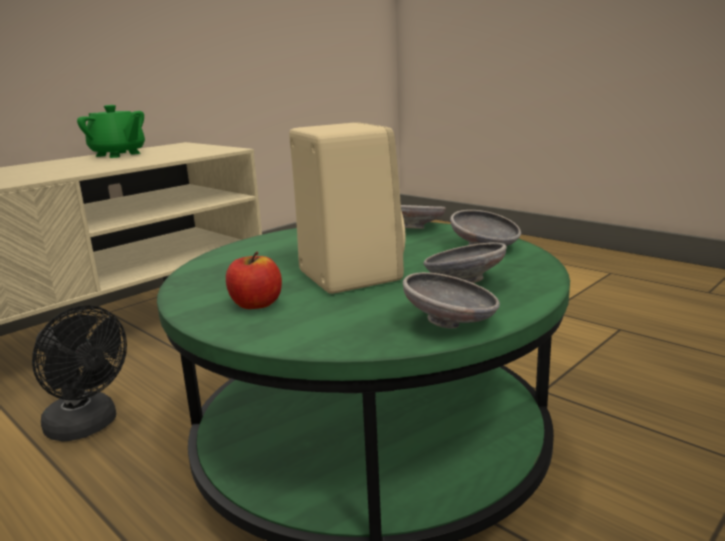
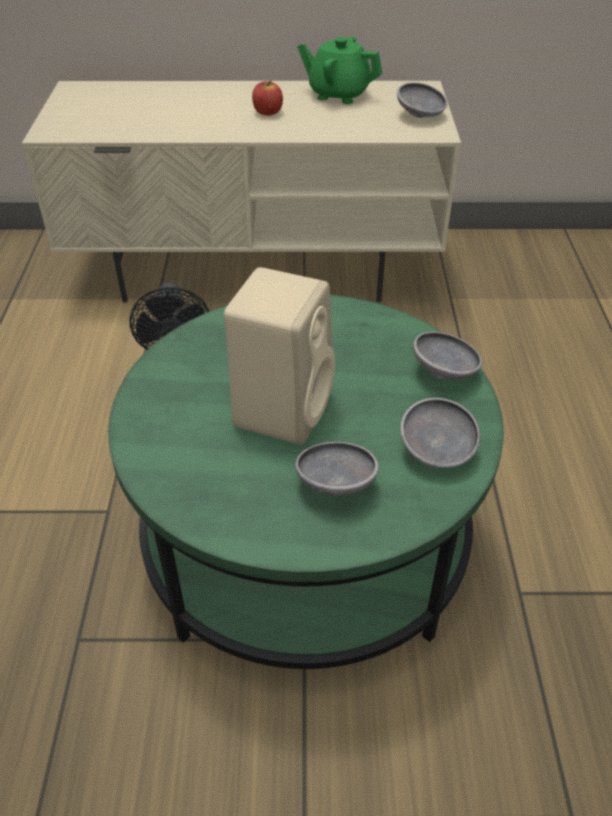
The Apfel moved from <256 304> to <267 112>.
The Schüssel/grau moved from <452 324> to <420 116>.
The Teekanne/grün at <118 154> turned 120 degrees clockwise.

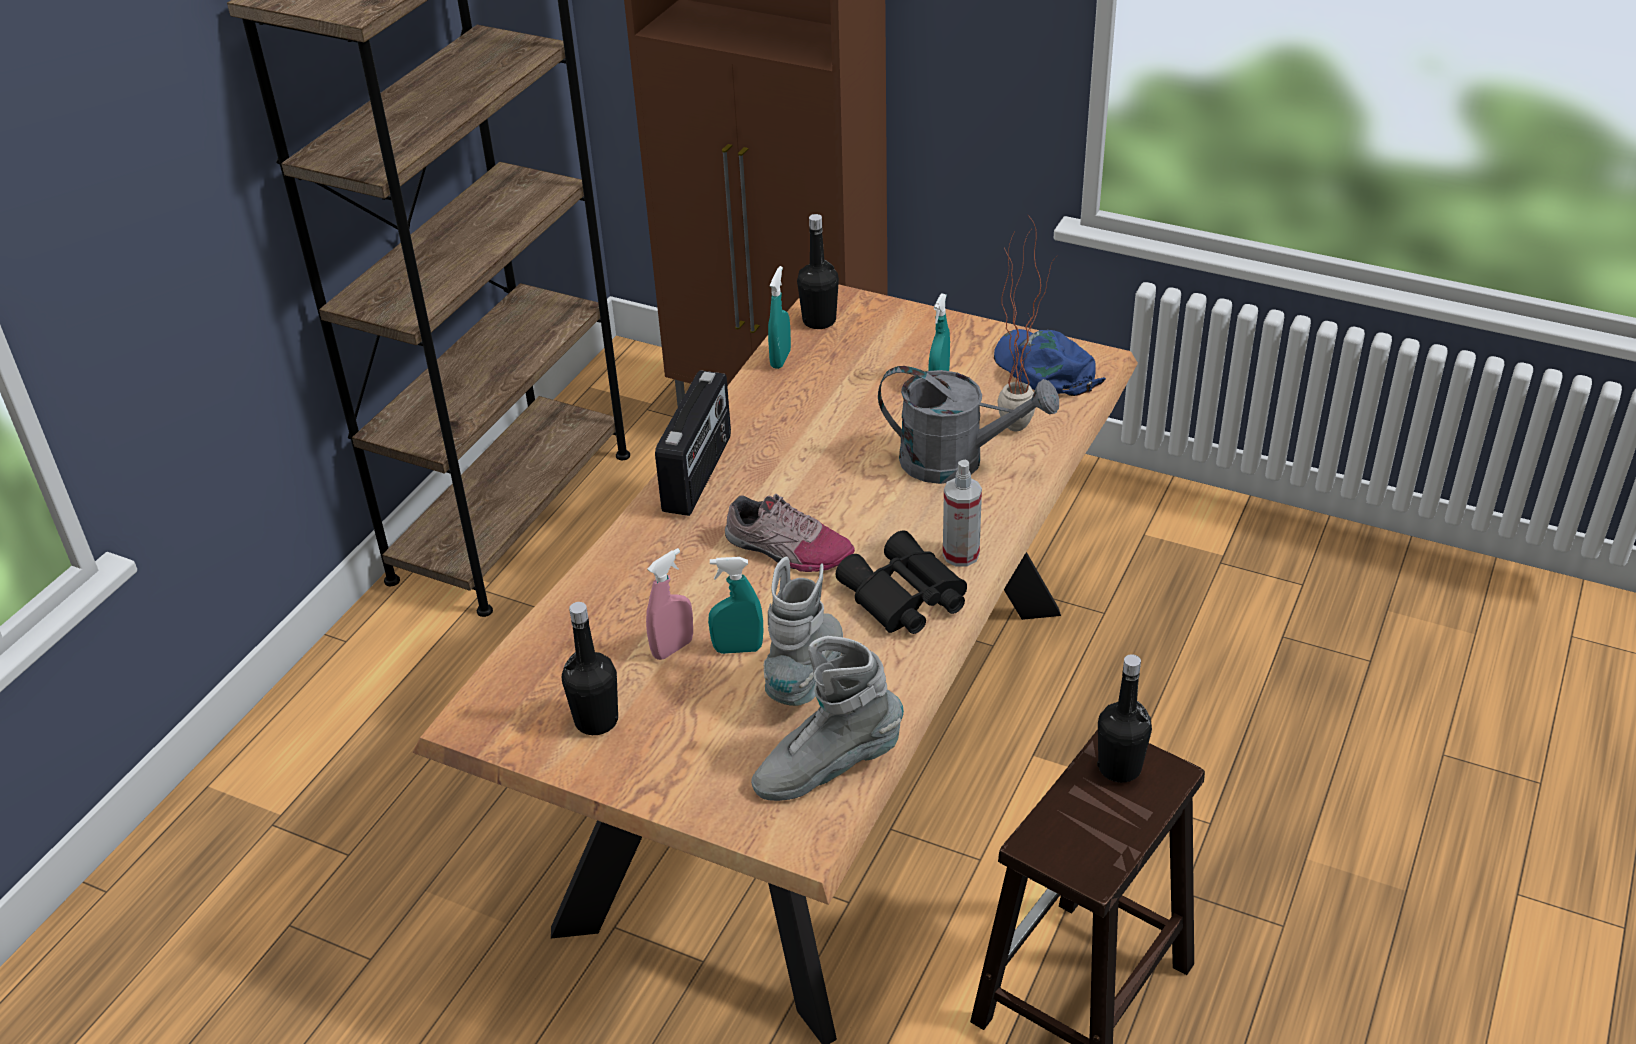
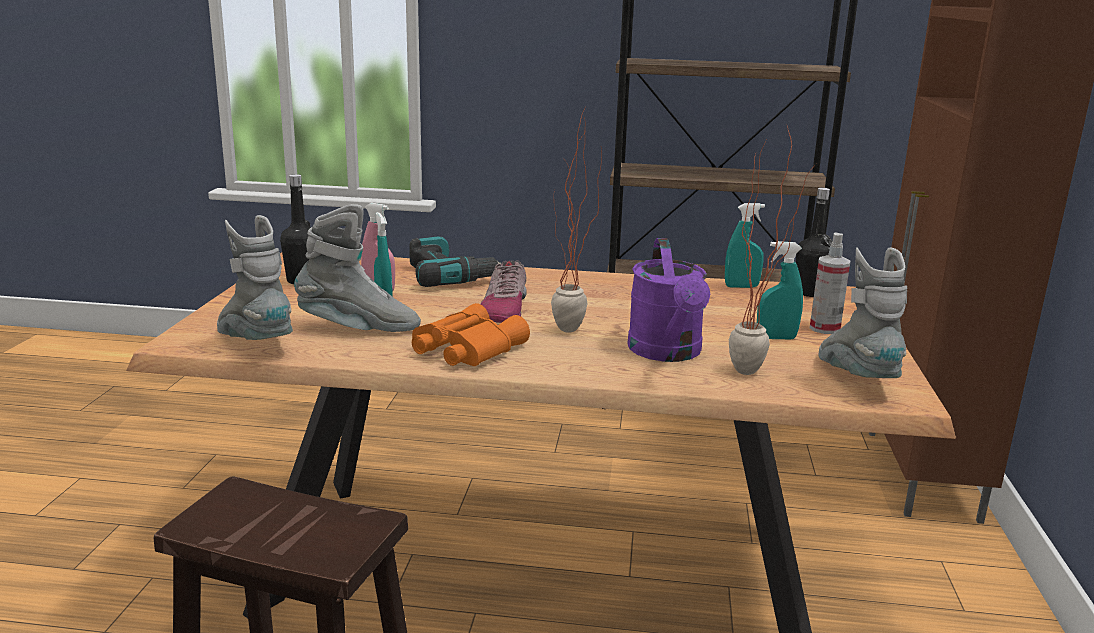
The Radio at <699 474> disappeared.
The Flasche/schwarz at <1119 768> disappeared.
The Bohrmaschine at <450 276> appeared.
The Topfpflanze at <570 334> appeared.
The Sprühflasche moved from <961 554> to <824 328>.
The Kappe/blau at <1045 369> was replaced by the Stiefel/grau at <856 377>.
The Fernglas/schwarz at <903 598> became the Fernglas/orange at <464 349>.
The Gießkanne/grau at <957 461> became the Gießkanne/lila at <668 353>.

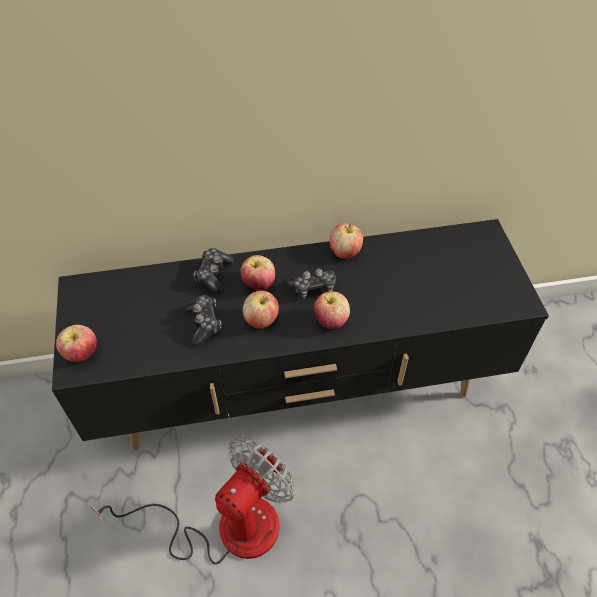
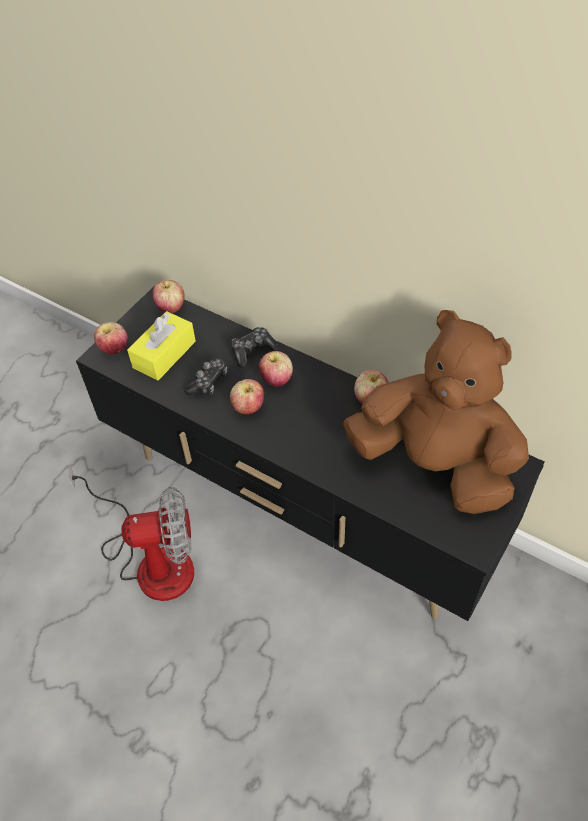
The Gamepad at <313 287> disappeared.
The Taschentuchbox/gelb at <164 354> appeared.
The Plüschtier/braun at <435 464> appeared.
The Apfel moved from <331 321> to <171 307>.

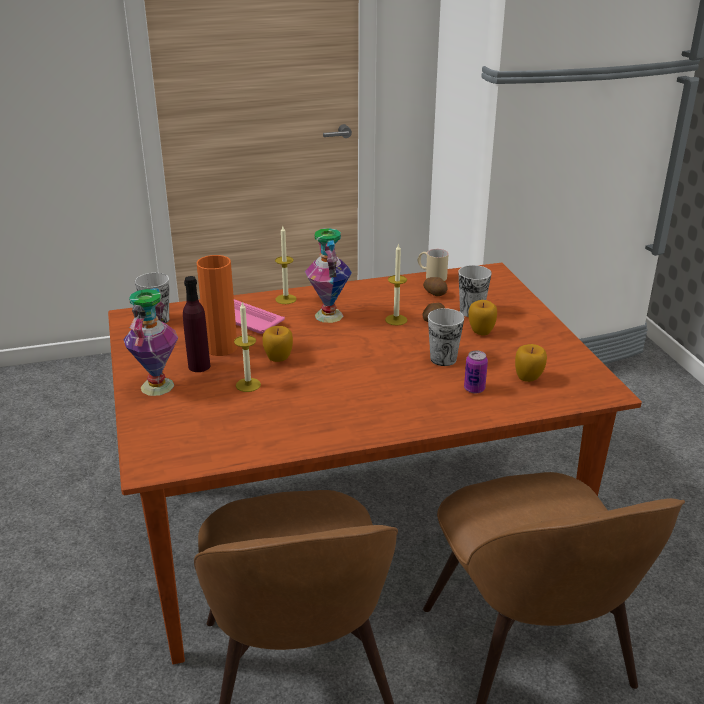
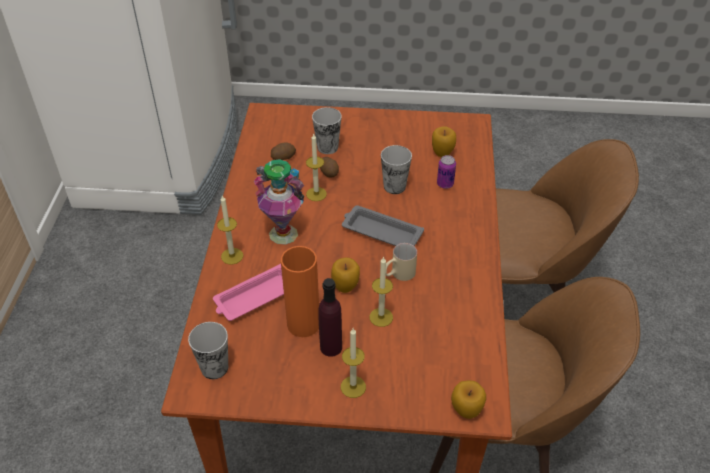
The Tablett/grau at <380 231> appeared.
The Henkelbecher/beige moved from <431 276> to <398 274>.
The Apfel moved from <481 332> to <466 411>.
The Vase at <156 386> was replaced by the Kerze at <353 387>.

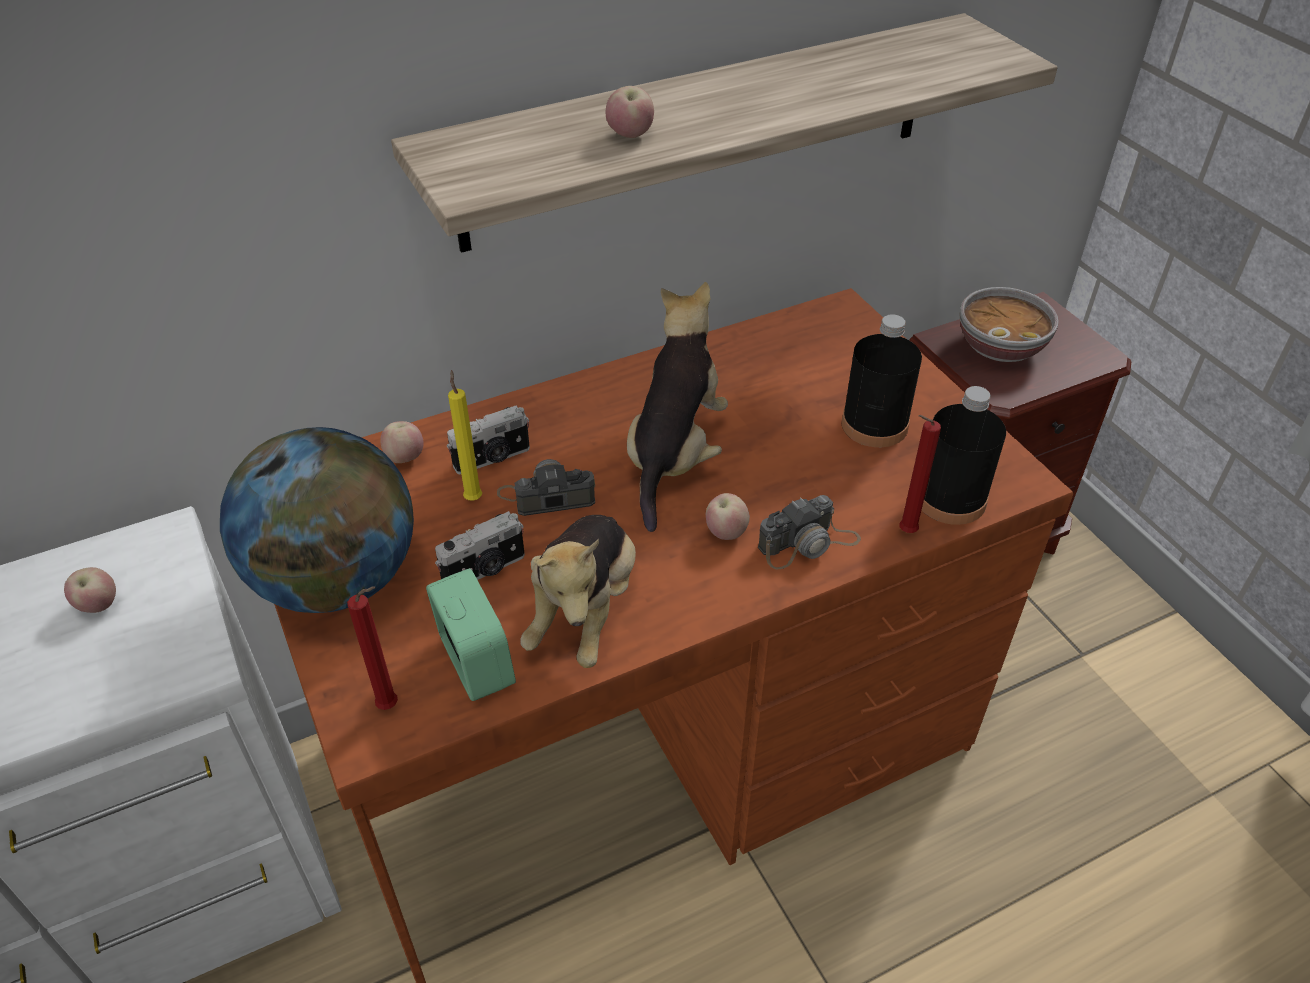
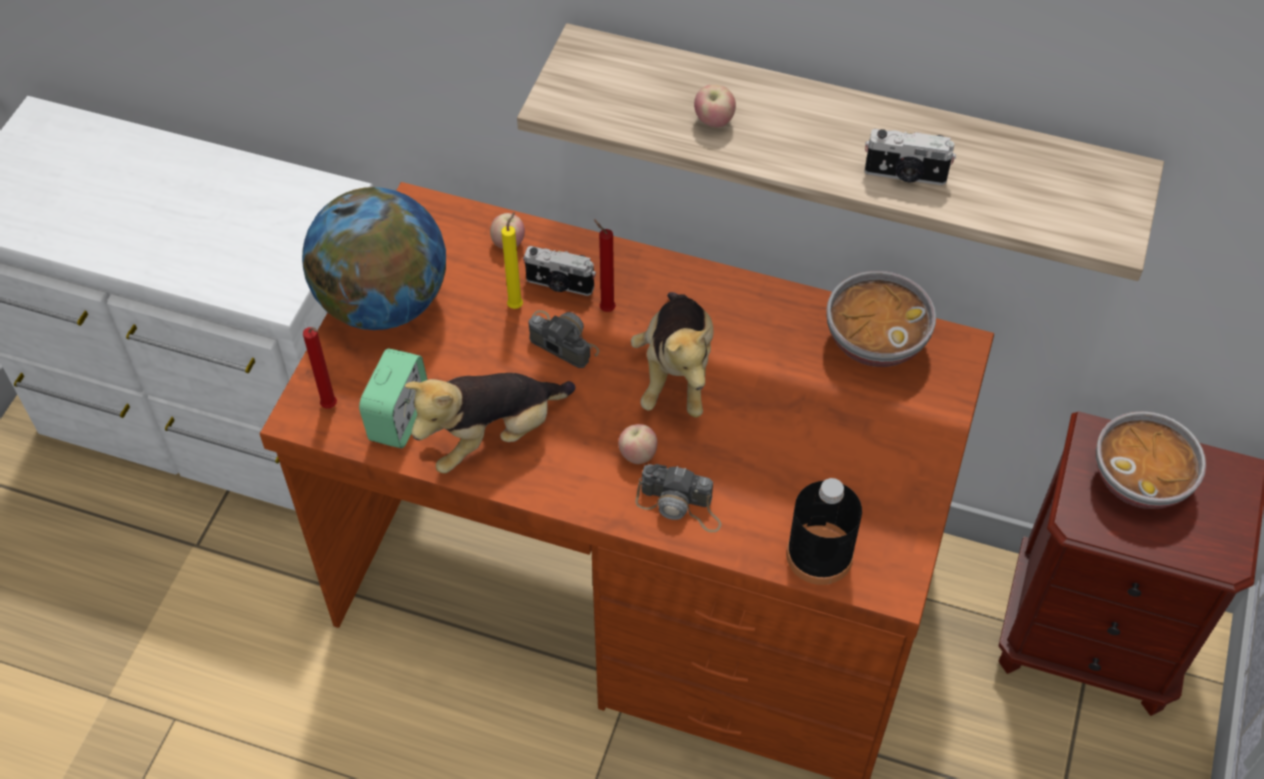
The Apfel at <99 605> disappeared.
The Flasche/schwarz at <874 425> disappeared.
The Schüssel at <874 340> appeared.
The Kamera moved from <485 570> to <905 175>.
The Kerze/rot moved from <904 532> to <605 308>.
The Plüschtier at <674 455> turned 120 degrees clockwise.

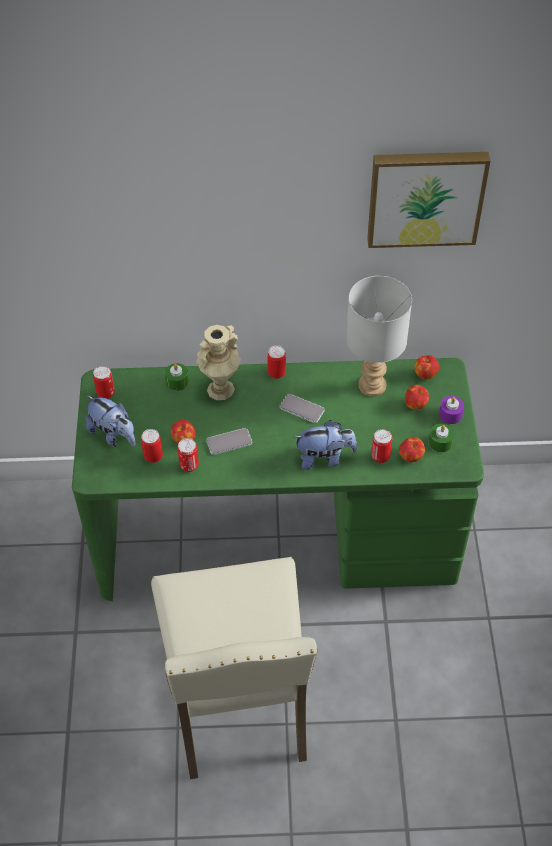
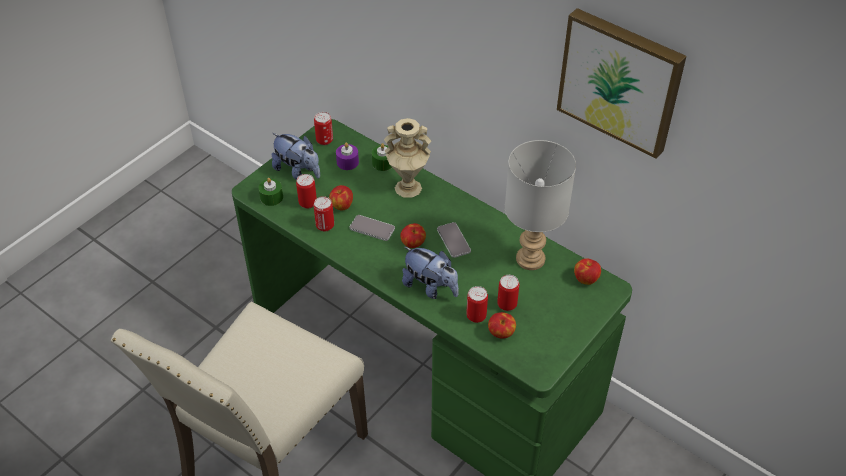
The Dose moved from <276 373> to <507 304>.
The Apfel moved from <415 404> to <413 244>.
The Kerze/grün moved from <440 442> to <271 197>.
The Kerze/lila moved from <450 414> to <347 162>.
The Plüschtier at <113 435> turned 45 degrees counterclockwise.

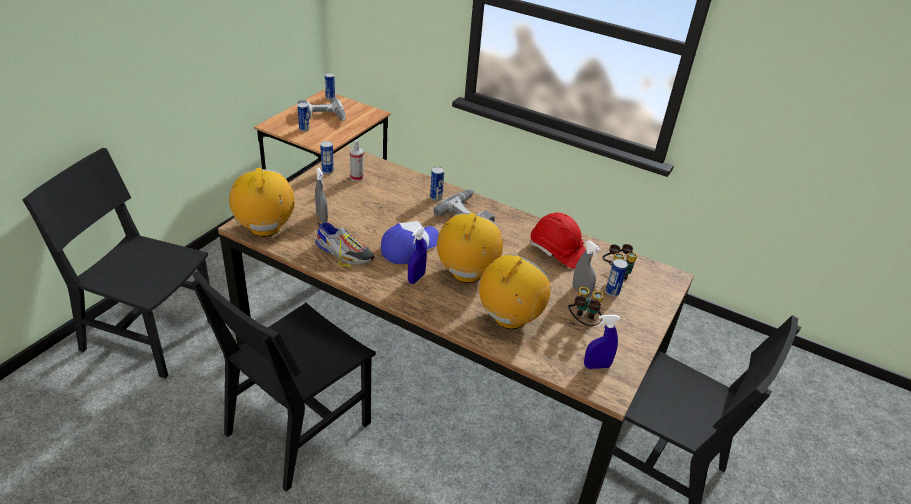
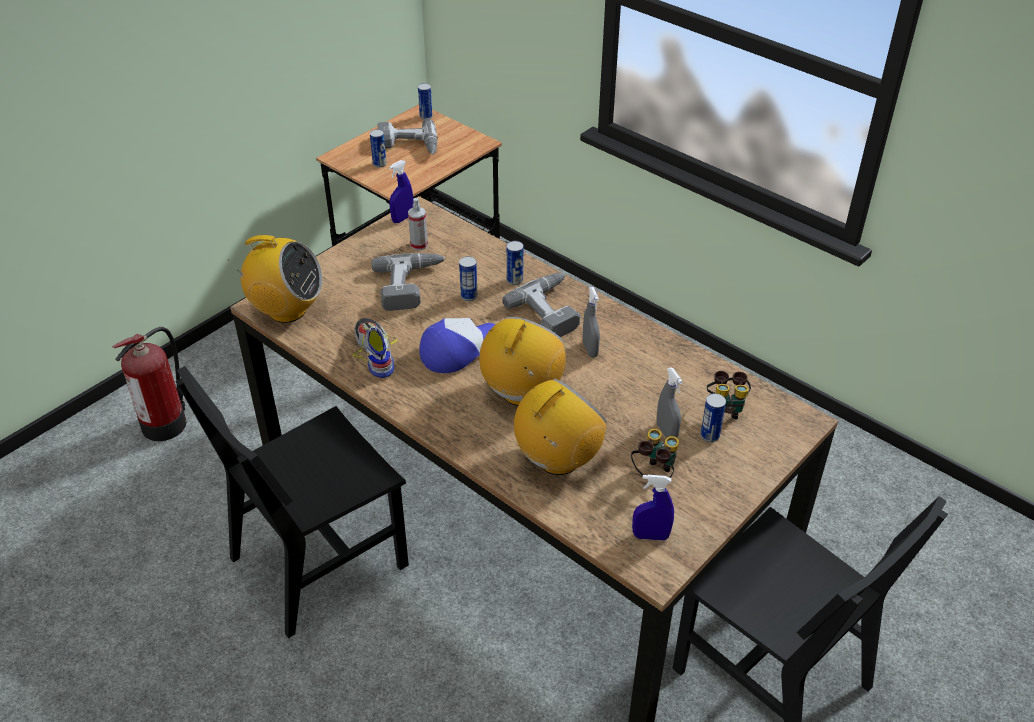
The Schutzhelm/rot at <557 251> disappeared.
The Bohrmaschine at <411 286> appeared.
The Sprühflasche/grau moved from <322 217> to <590 349>.
The Dose moved from <327 171> to <469 296>.
The Sprühflasche/blau moved from <416 278> to <402 218>.
The Stuhl/schwarz at <149 335> was replaced by the Feuerlöscher at <166 423>.
The Radio at <265 228> turned 105 degrees clockwise.
The Schuh at <344 252> turned 150 degrees counterclockwise.

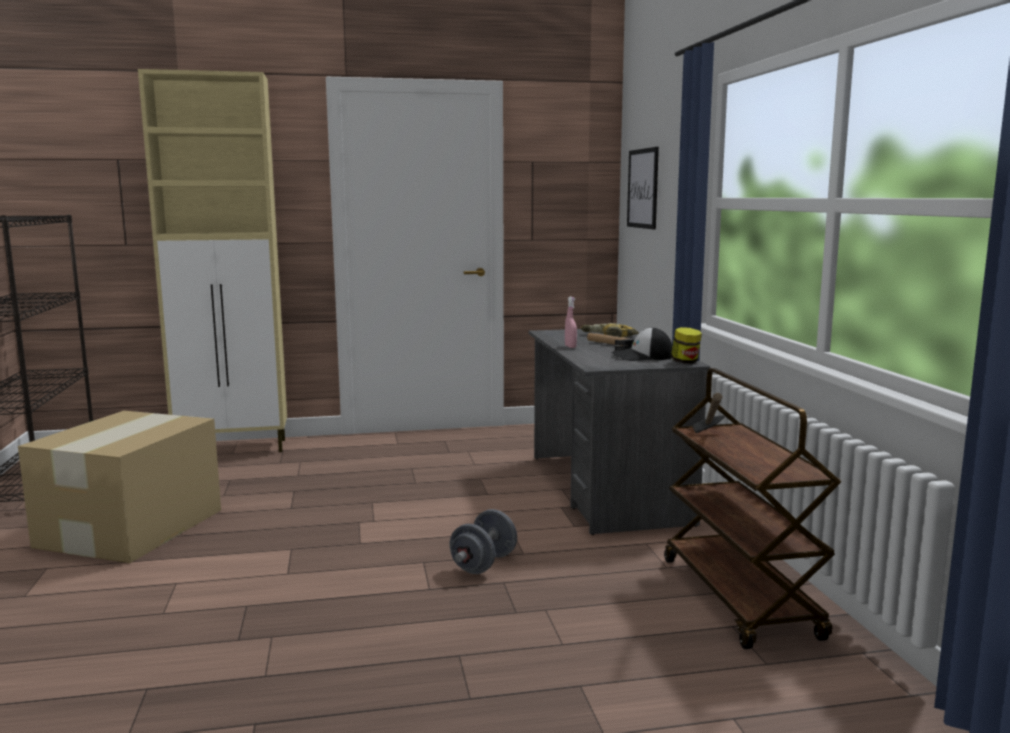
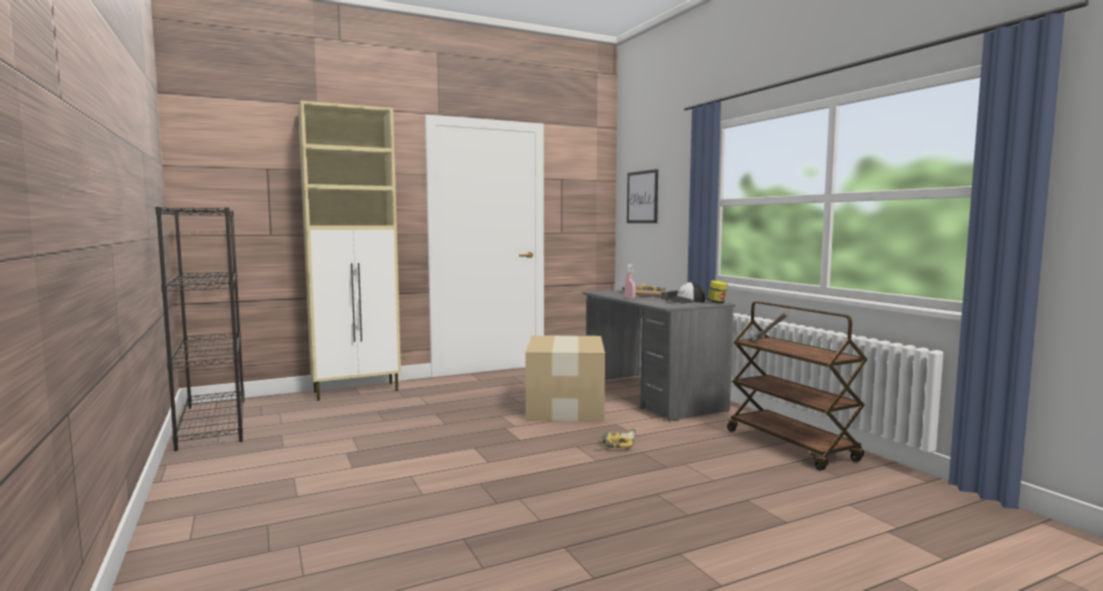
The Karton moved from <128 528> to <564 407>.
The Hantel/grau at <483 564> was replaced by the Bohrmaschine at <617 443>.

